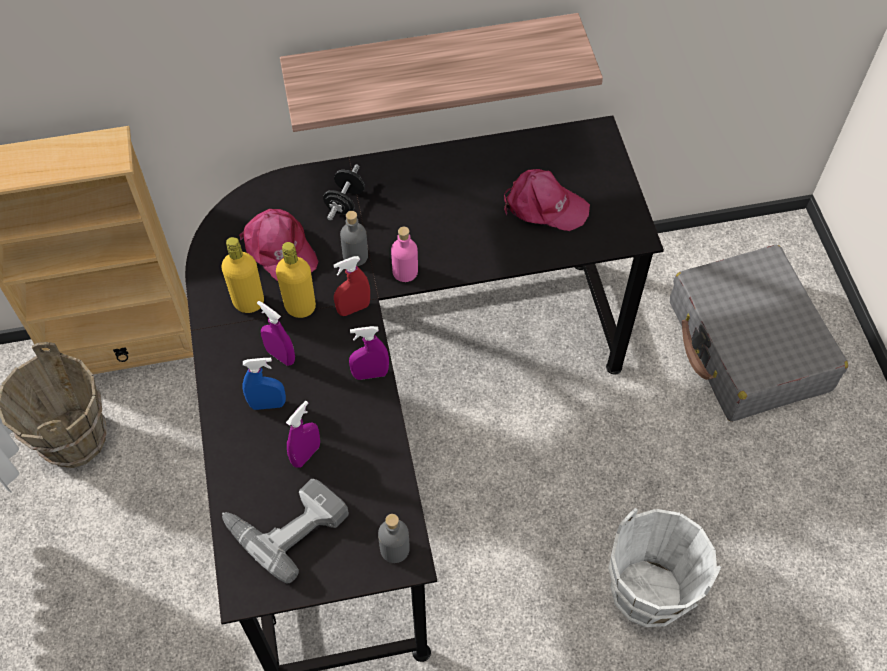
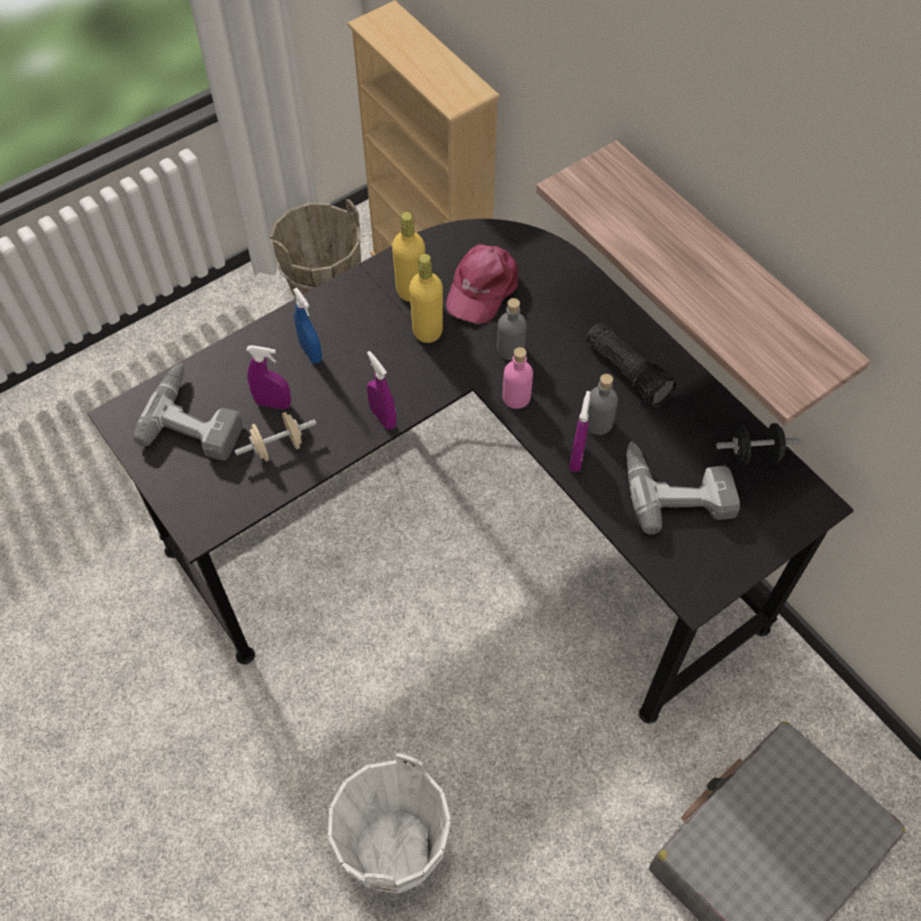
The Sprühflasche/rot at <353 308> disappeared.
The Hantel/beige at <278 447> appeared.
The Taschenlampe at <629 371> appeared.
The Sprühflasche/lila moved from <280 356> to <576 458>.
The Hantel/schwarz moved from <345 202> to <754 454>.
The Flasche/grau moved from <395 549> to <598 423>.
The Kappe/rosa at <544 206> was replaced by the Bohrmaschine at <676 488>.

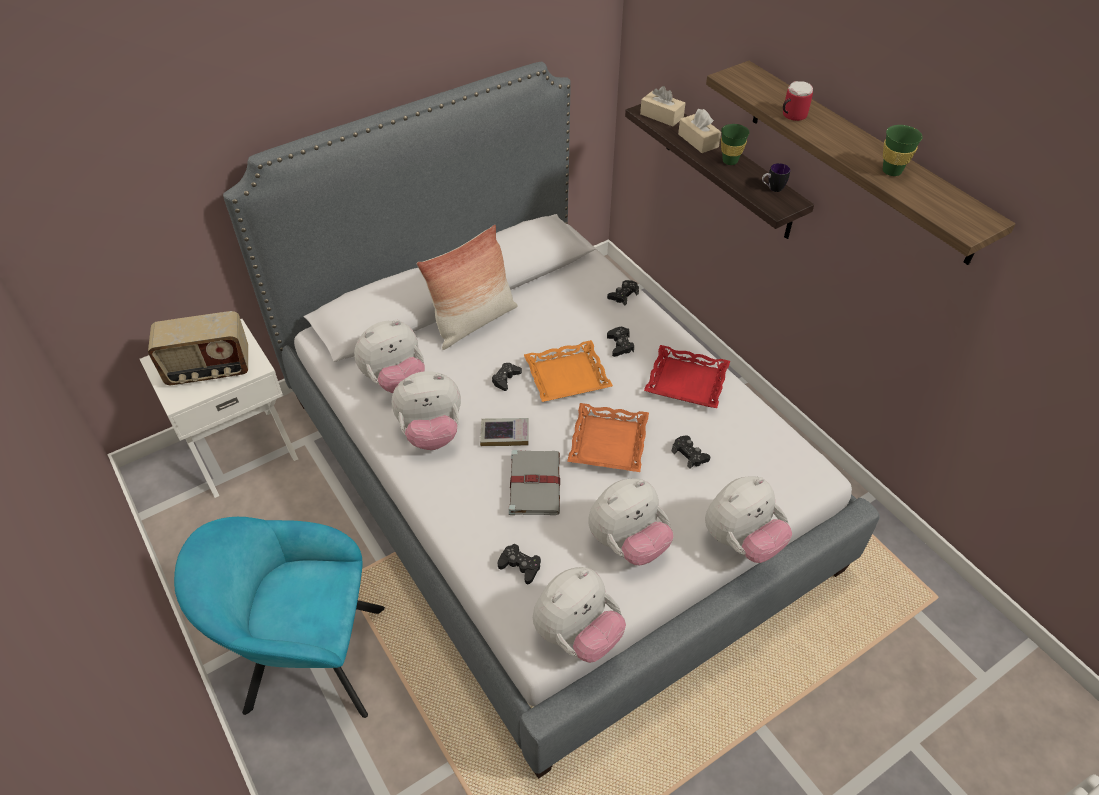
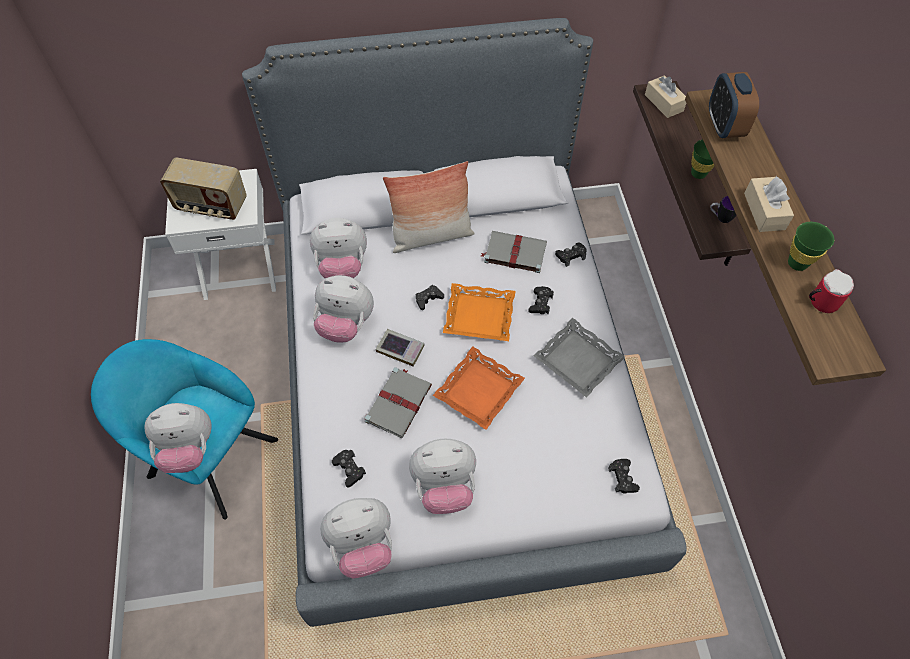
The Buch/grau at <514 253> appeared.
The Wecker at <724 126> appeared.
The Gamepad/schwarz moved from <689 455> to <623 478>.
The Taschentuchbox/beige moved from <698 140> to <764 211>.
The Plüschtier moved from <741 541> to <188 449>.
The Henkelbecher moved from <791 115> to <819 301>.
The Tablett/rot at <686 382> became the Tablett/grau at <577 361>.

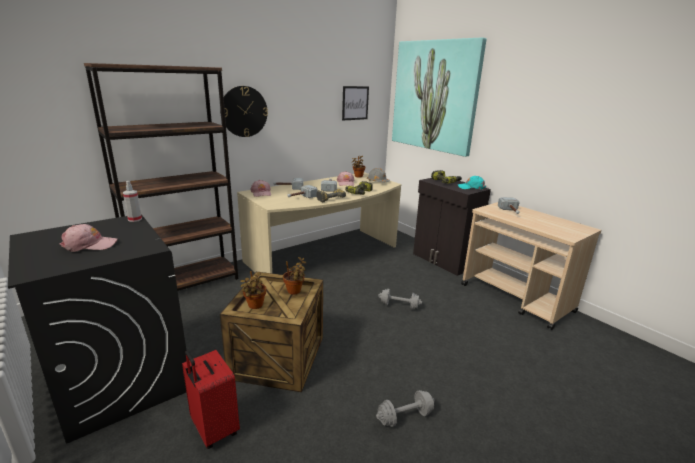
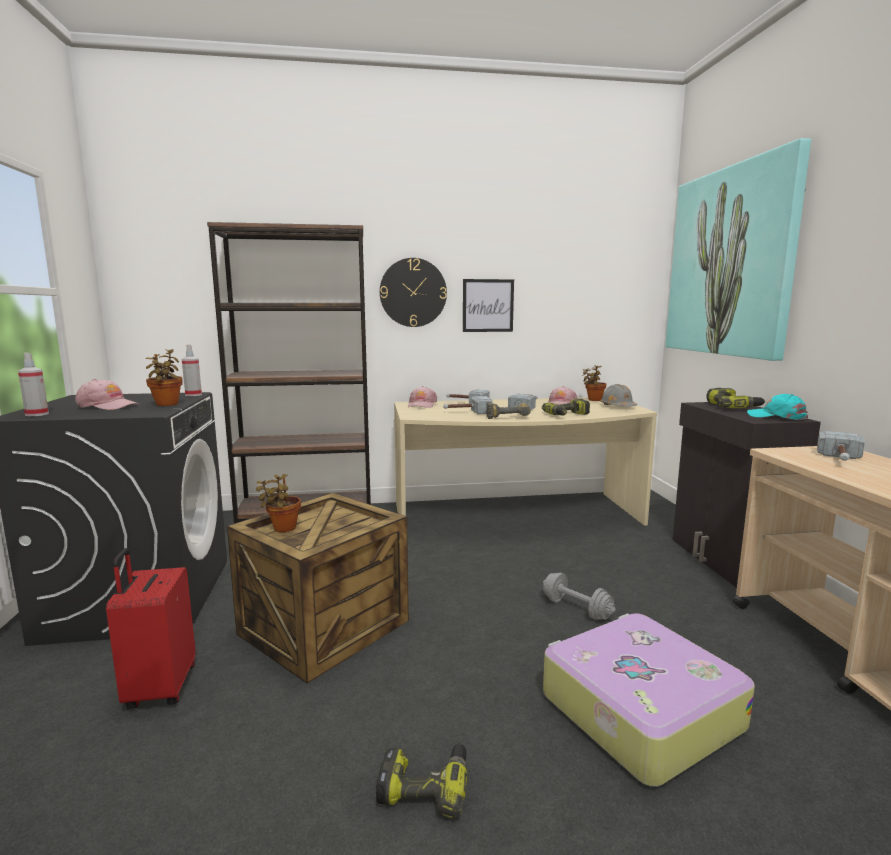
The Sprühflasche at <37 414> appeared.
The Koffer at <637 710> appeared.
The Topfpflanze moved from <295 291> to <167 404>.
The Bild moved from <355 103> to <488 305>.
The Hantel/grau at <405 417> was replaced by the Bohrmaschine at <425 785>.

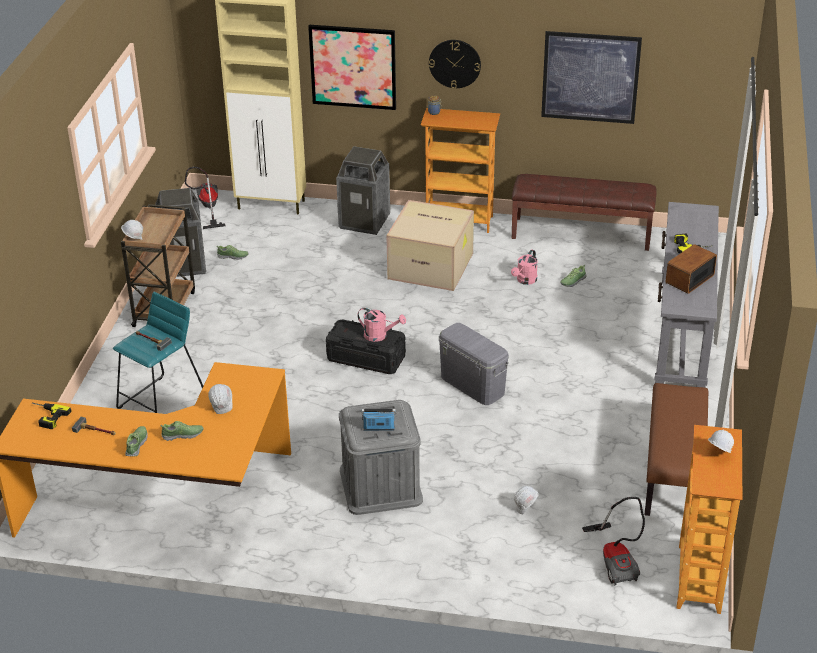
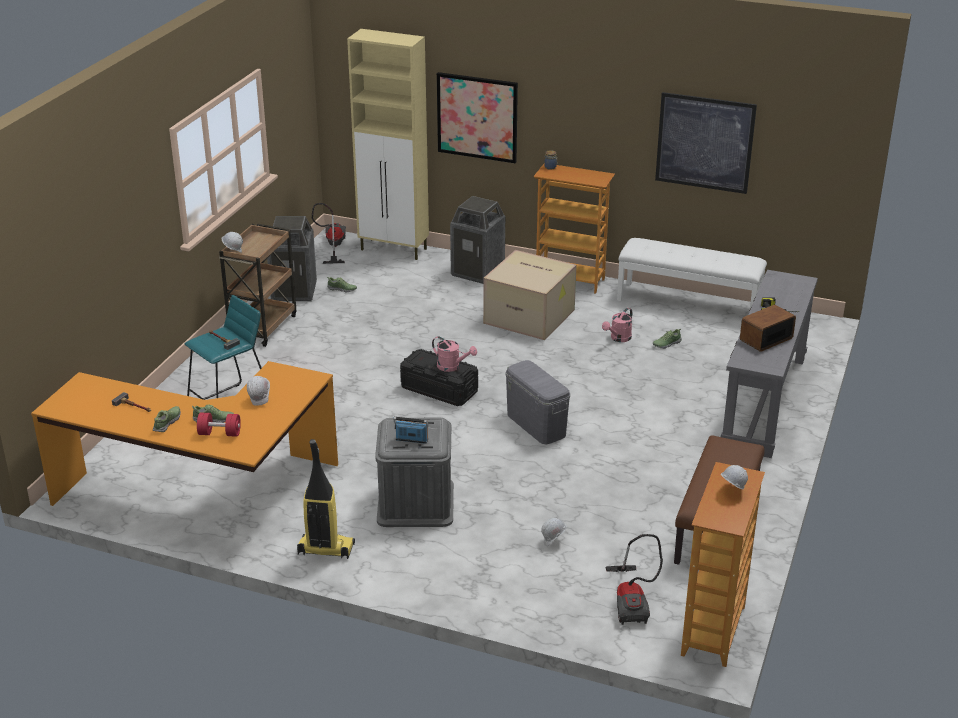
The Bohrmaschine at <45 417> disappeared.
The Wanduhr at <454 63> disappeared.
The Hantel/rot at <219 433> appeared.
The Staubsauger at <325 549> appeared.
The Bank/braun at <581 233> became the Bank/weiß at <689 302>.

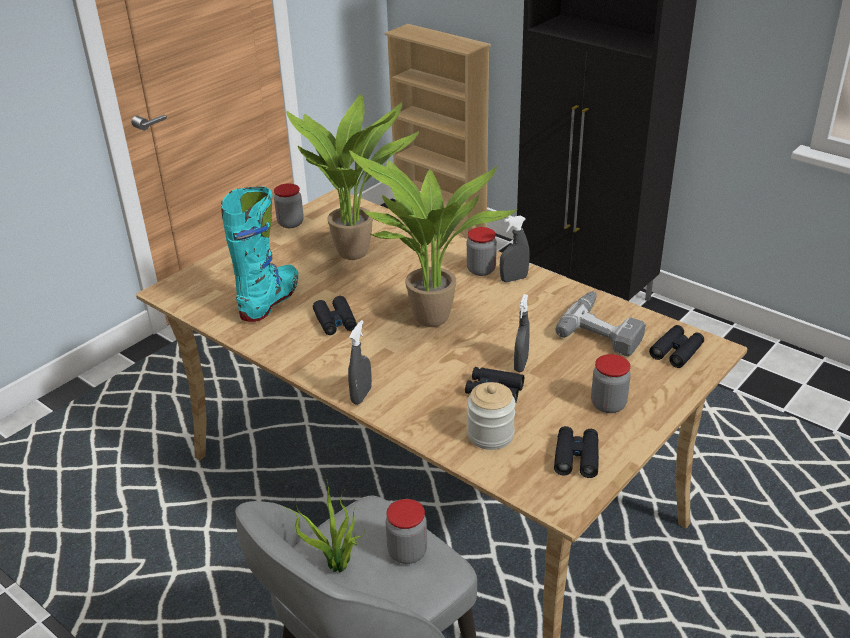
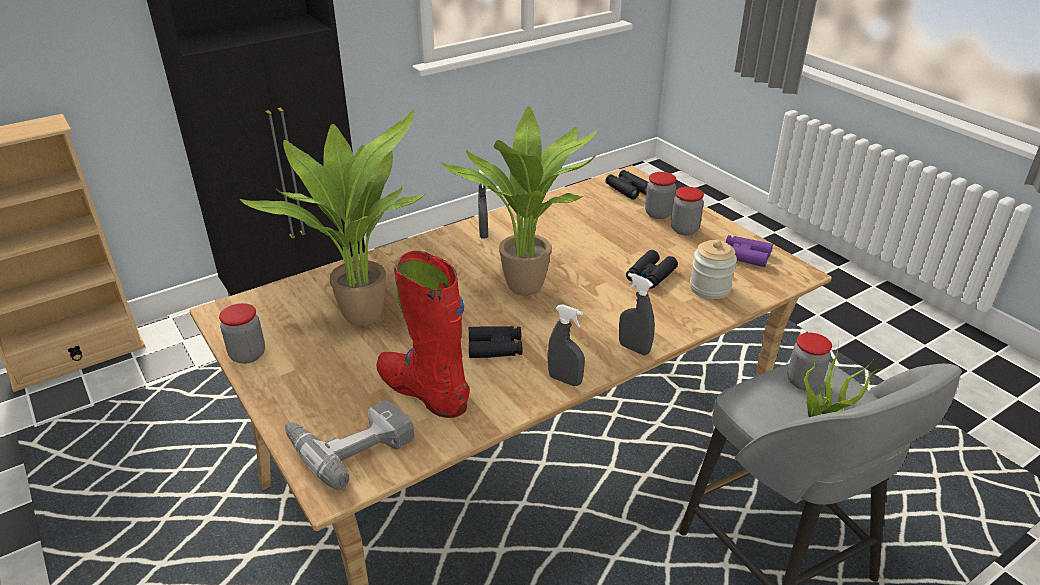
The Vorratsglas moved from <481 270> to <658 214>.
The Sprühflasche/grau moved from <521 364> to <565 380>.
The Bohrmaschine moved from <605 329> to <349 443>.
The Stiefel/türkis at <270 301> became the Stiefel/rot at <423 391>.
The Fernglas/schwarz at <576 457> became the Fernglas/lila at <745 256>.

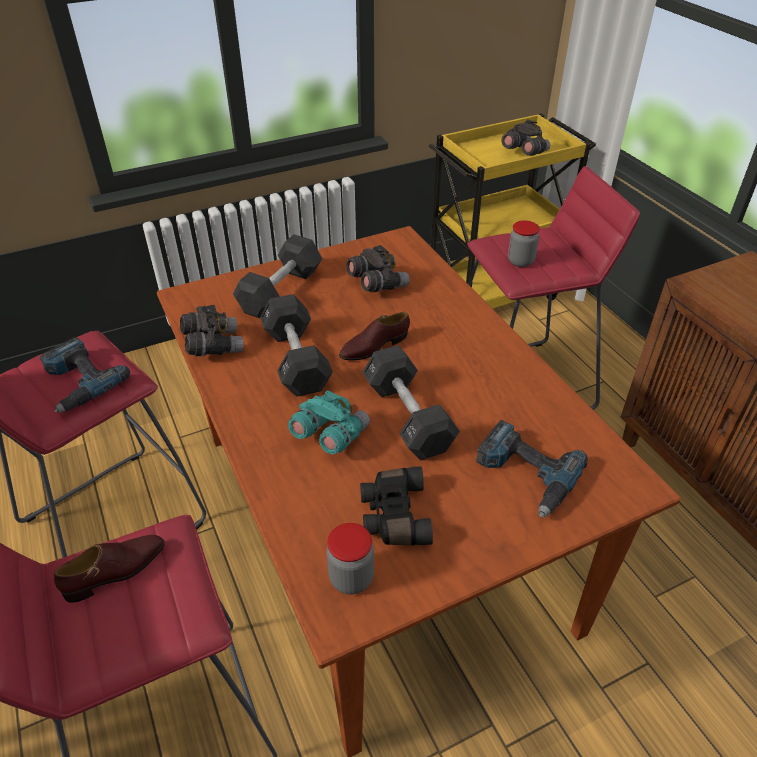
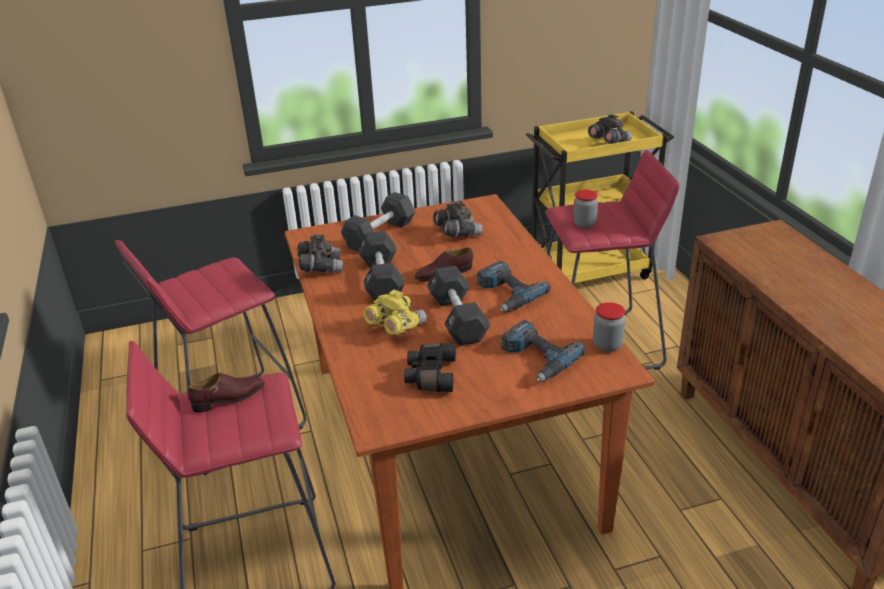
The Bohrmaschine moved from <78 382> to <506 294>.
The Vorratsglas moved from <351 578> to <607 345>.
The Fernglas/türkis at <329 435> became the Fernglas/gelb at <395 327>.

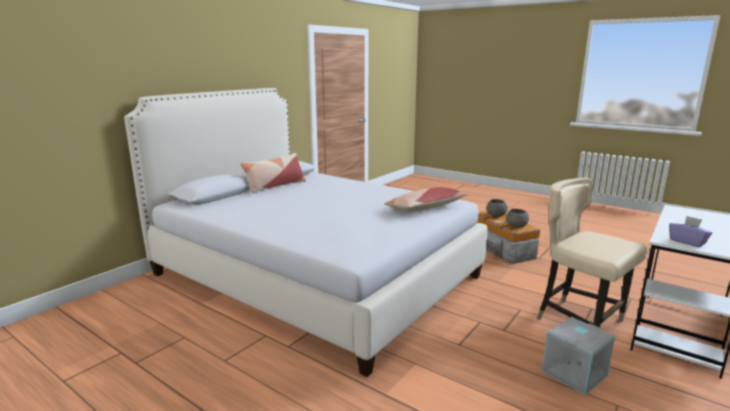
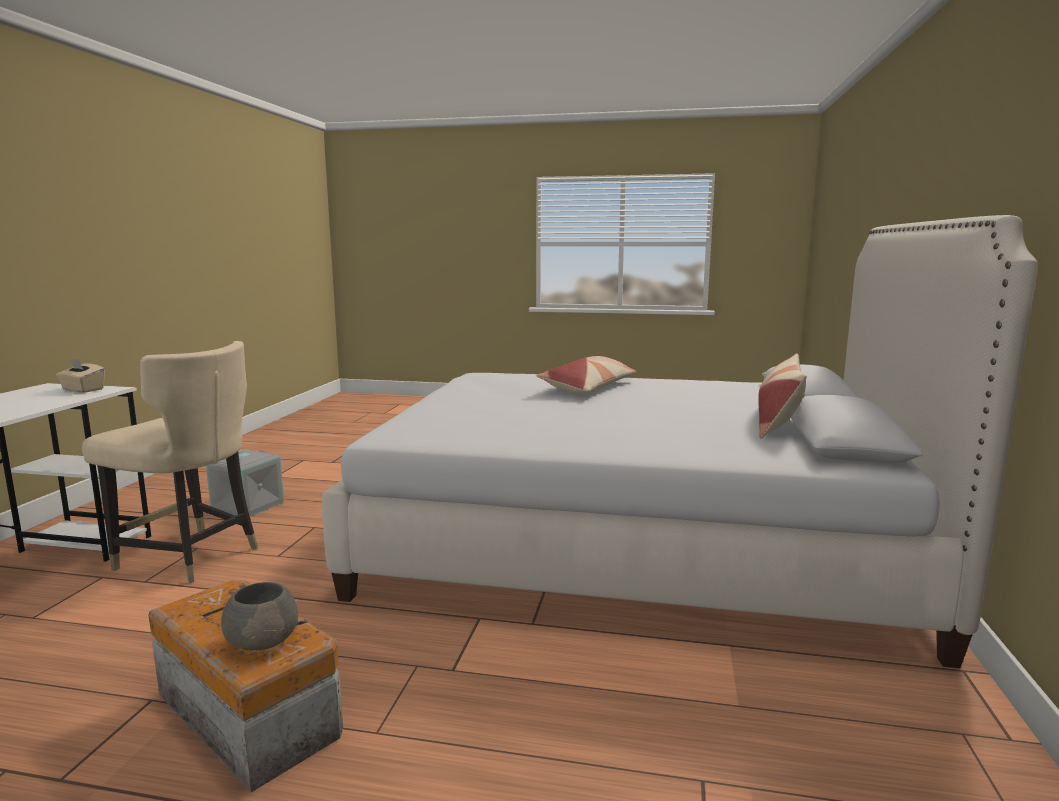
The Schüssel/grau at <516 226> disappeared.
The Kissen moved from <425 208> to <589 387>.
The Taschentuchbox/lila at <687 242> became the Taschentuchbox/beige at <82 390>.

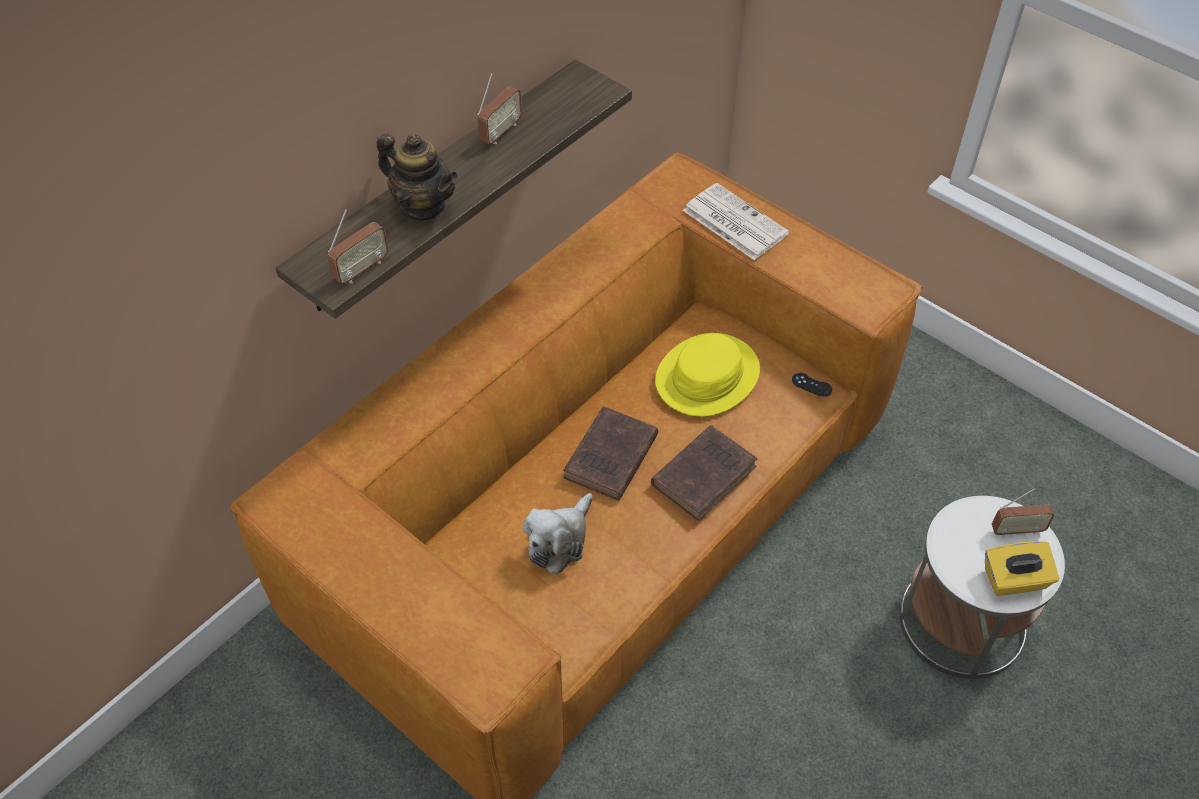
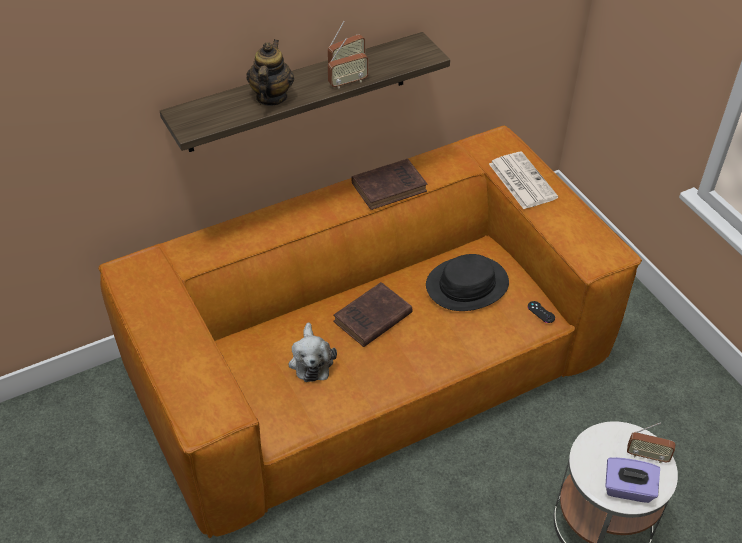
The Radio moved from <361 269> to <348 82>.
The Buch/braun moved from <705 474> to <391 187>.
The Hut/gelb at <707 376> became the Hut/schwarz at <467 285>.
The Taschentuchbox/gelb at <1014 580> became the Taschentuchbox/lila at <628 489>.
The Teekanne at <423 206> turned 135 degrees counterclockwise.
The Plüschtier at <559 540> turned 60 degrees counterclockwise.

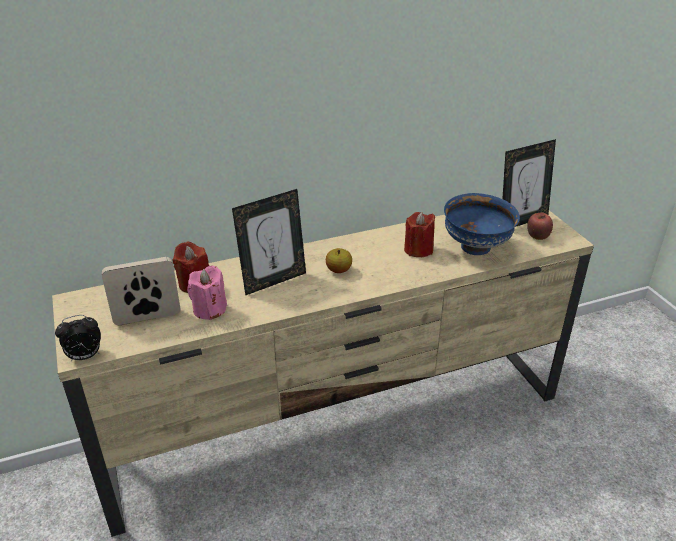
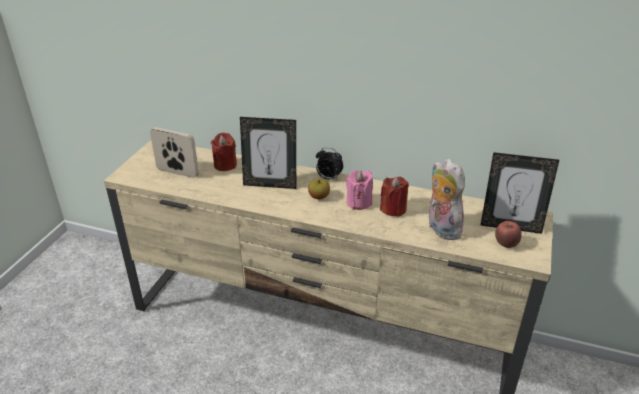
The Wecker moved from <84 357> to <328 178>.
The Kerze/rosa moved from <209 309> to <359 203>.
The Schüssel/blau at <476 248> was replaced by the Plüschtier at <440 228>.

